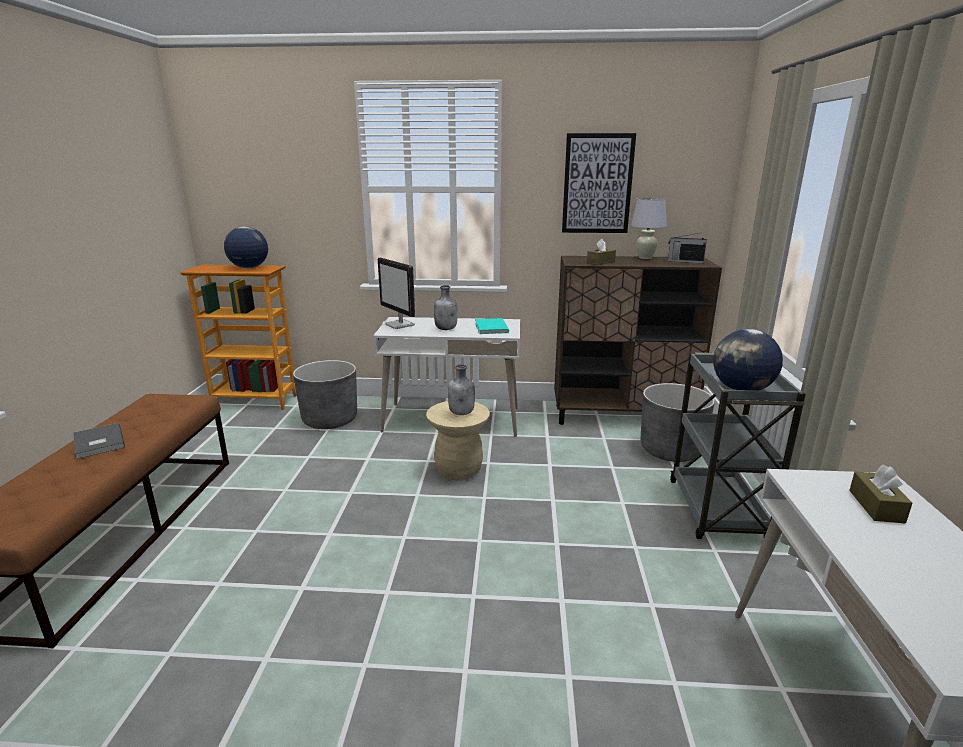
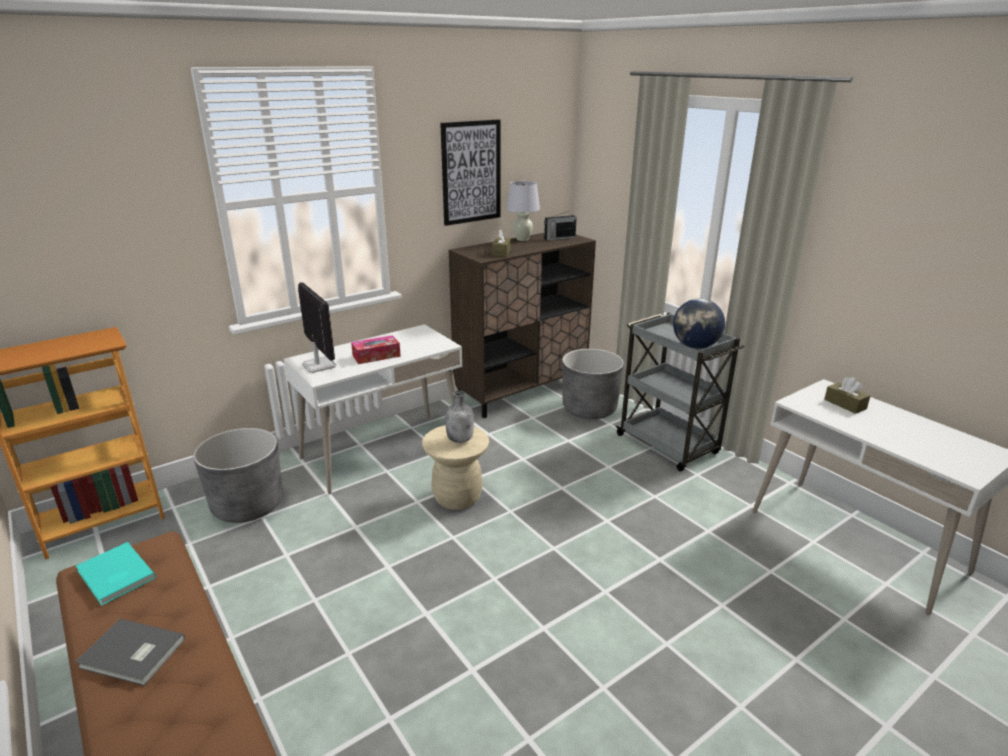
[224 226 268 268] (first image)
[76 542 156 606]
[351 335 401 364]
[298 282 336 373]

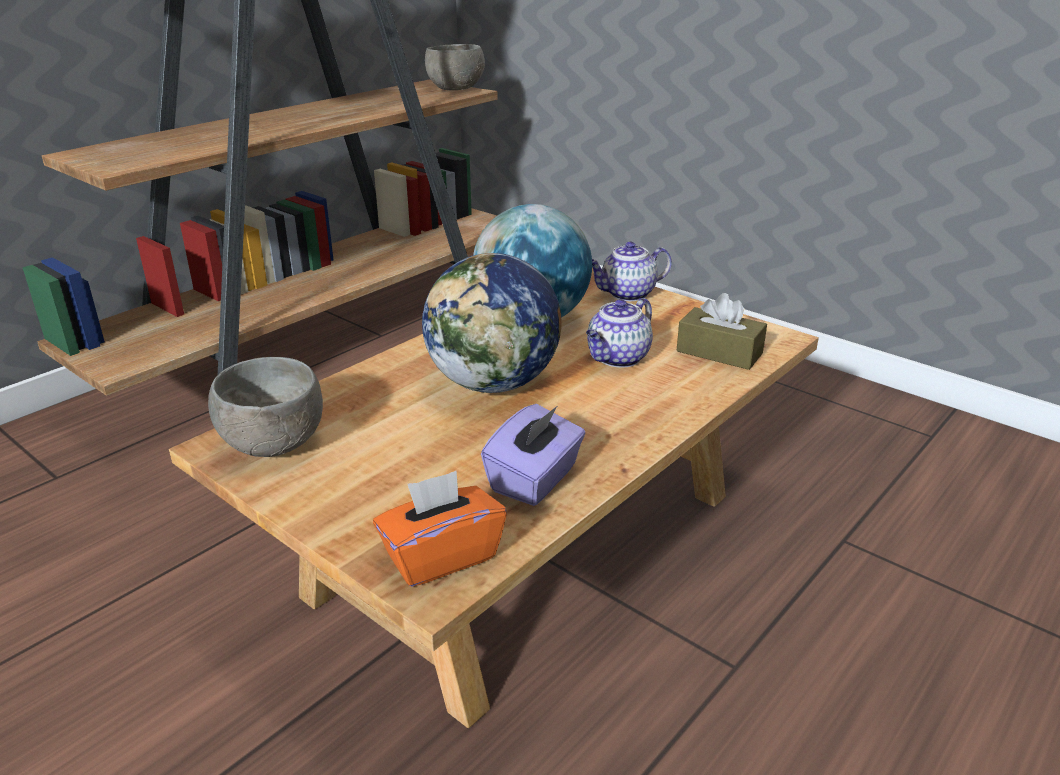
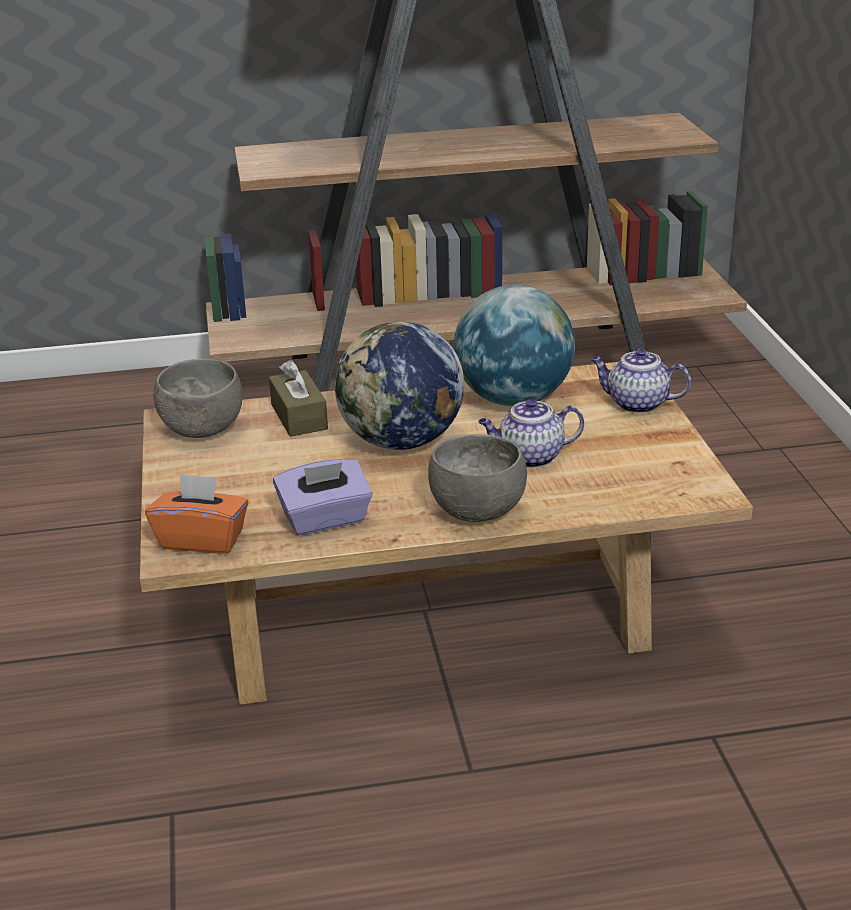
[428 434 527 522]
[269 360 328 437]

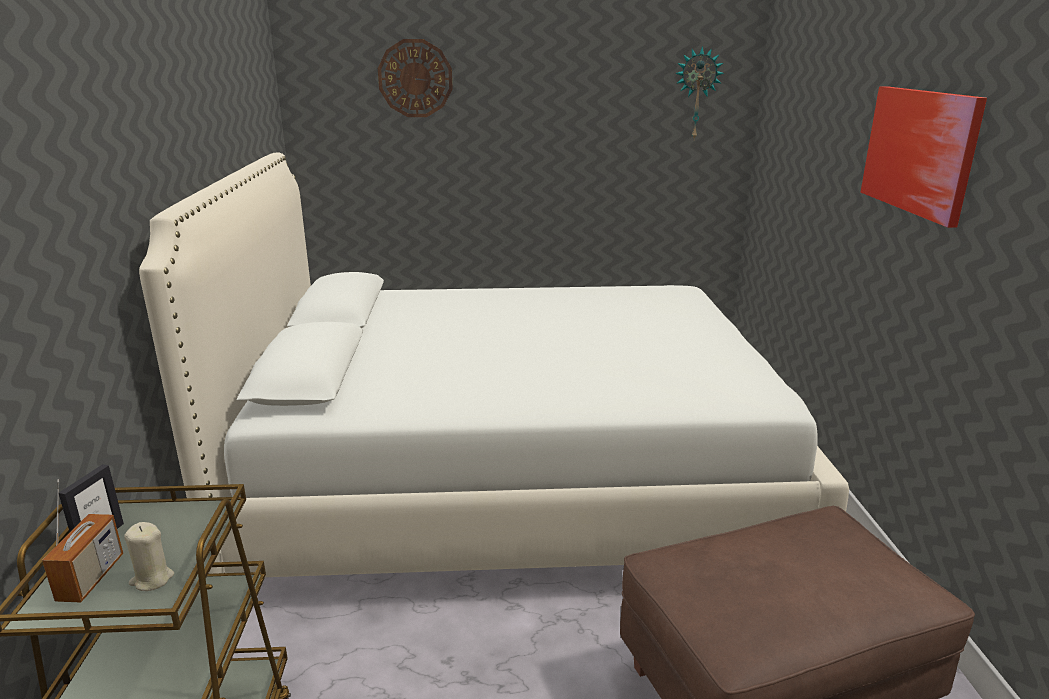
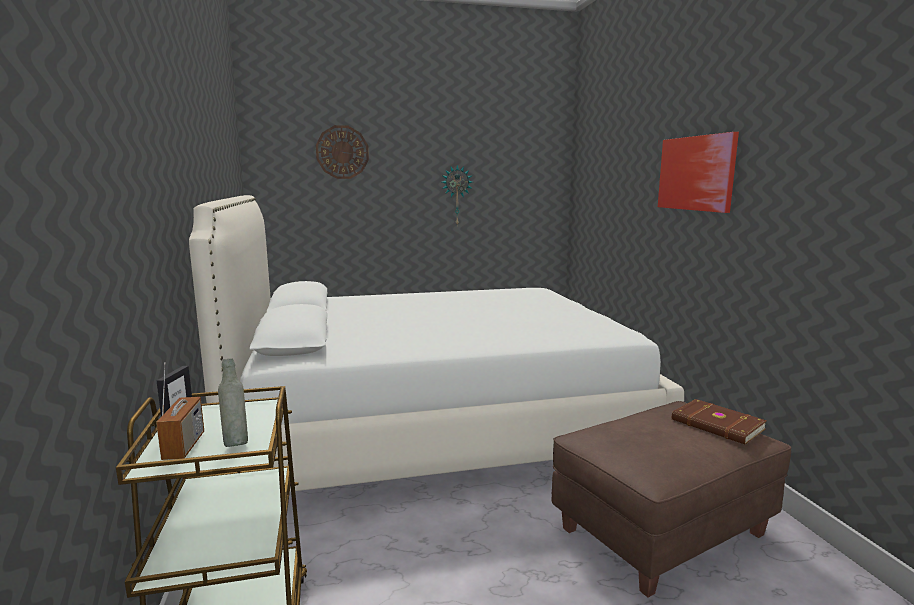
[672 399 767 445]
[442 165 472 225]
[218 359 248 447]

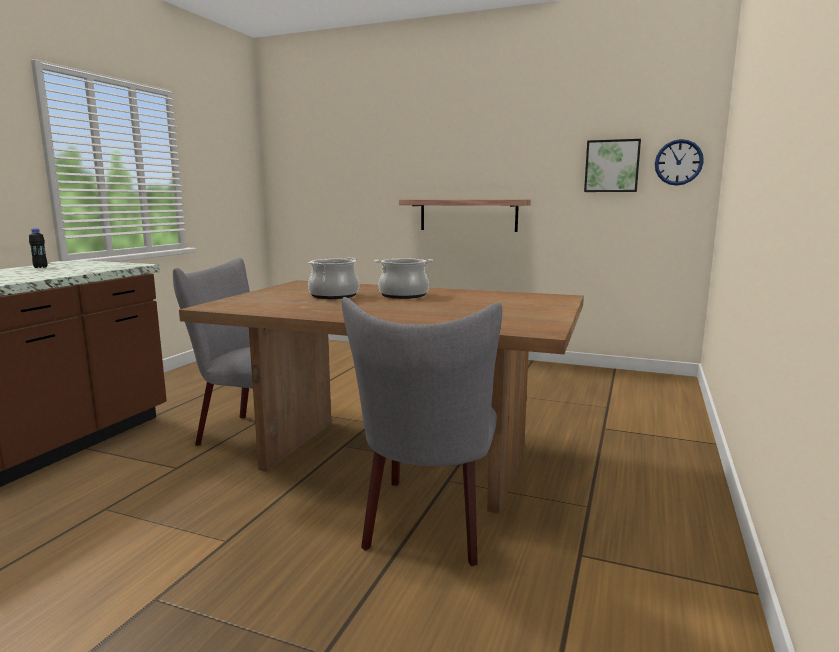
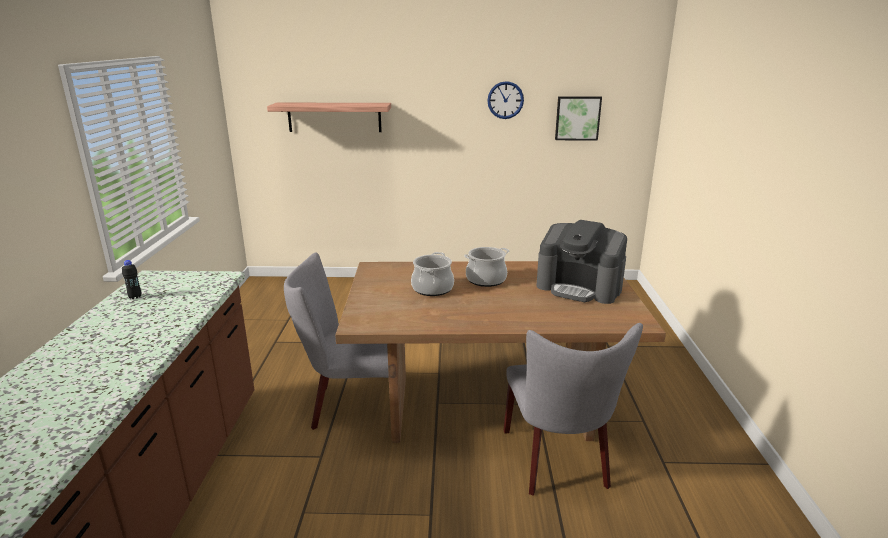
[536 220 627 304]
[267 103 391 132]
[487 81 524 119]

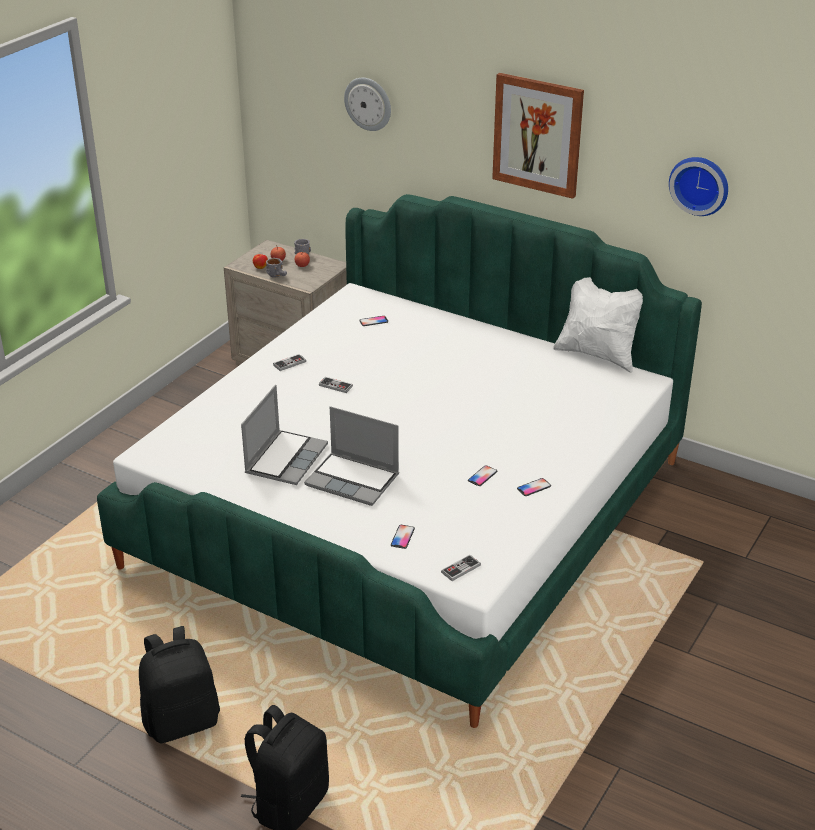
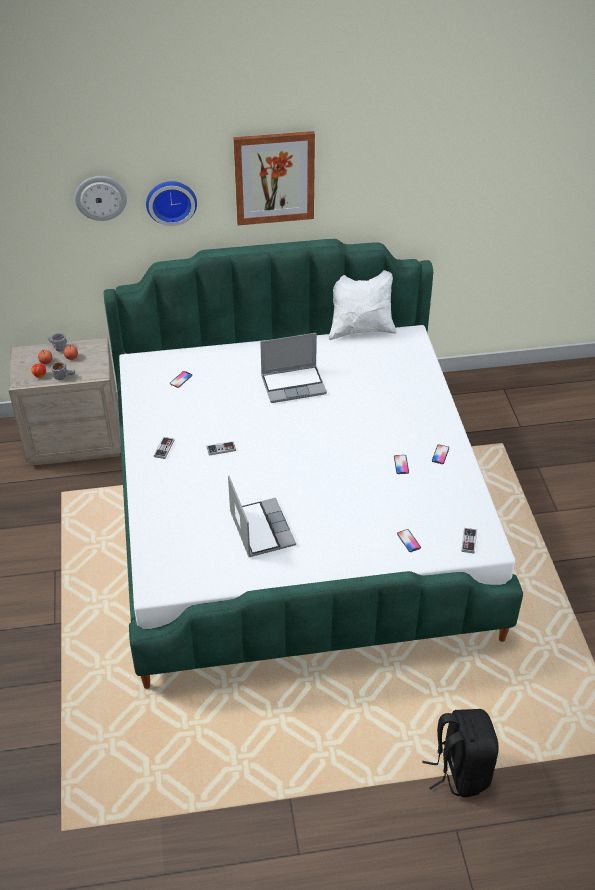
[139 626 220 743] (first image)
[260 333 327 403]
[146 181 197 226]

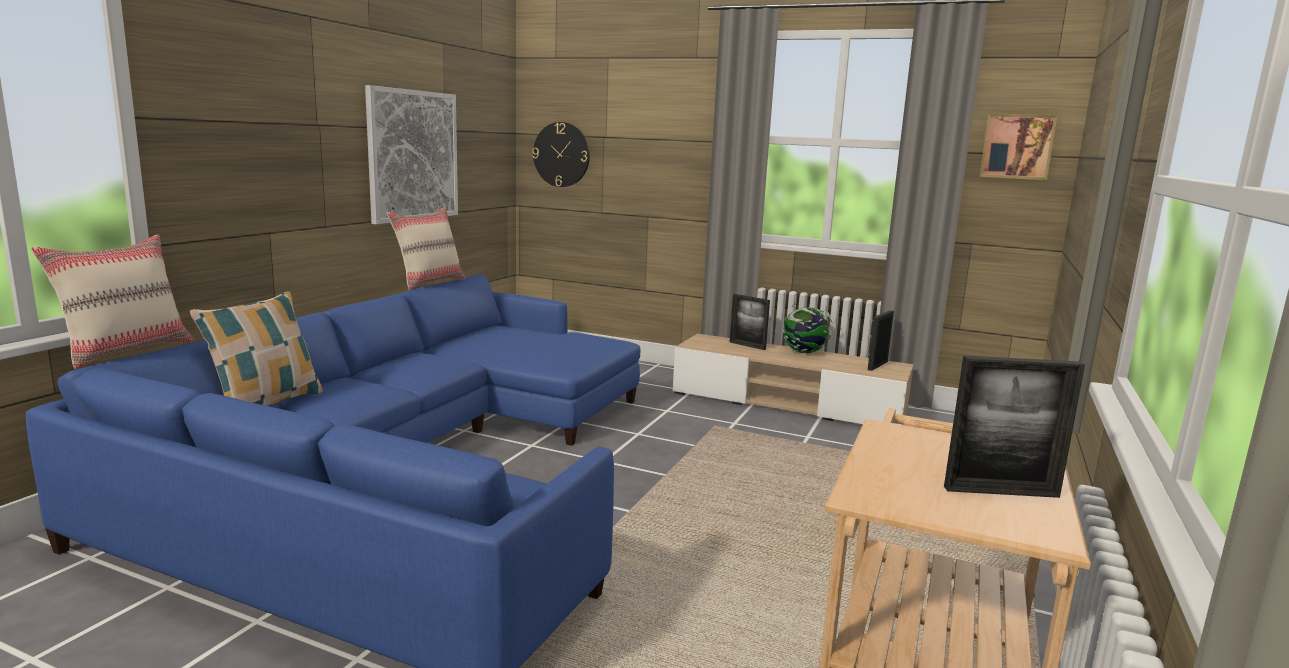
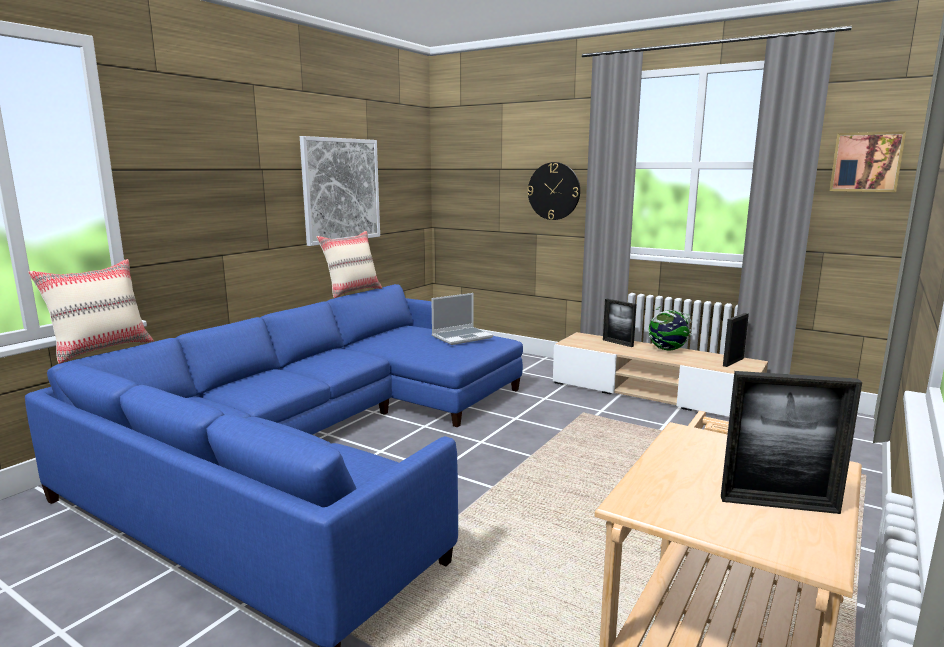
[190 291 323 406] (first image)
[431 293 493 345]
[527 162 580 220]

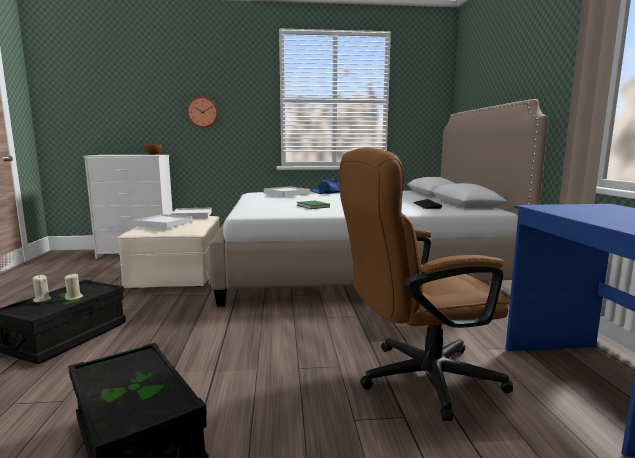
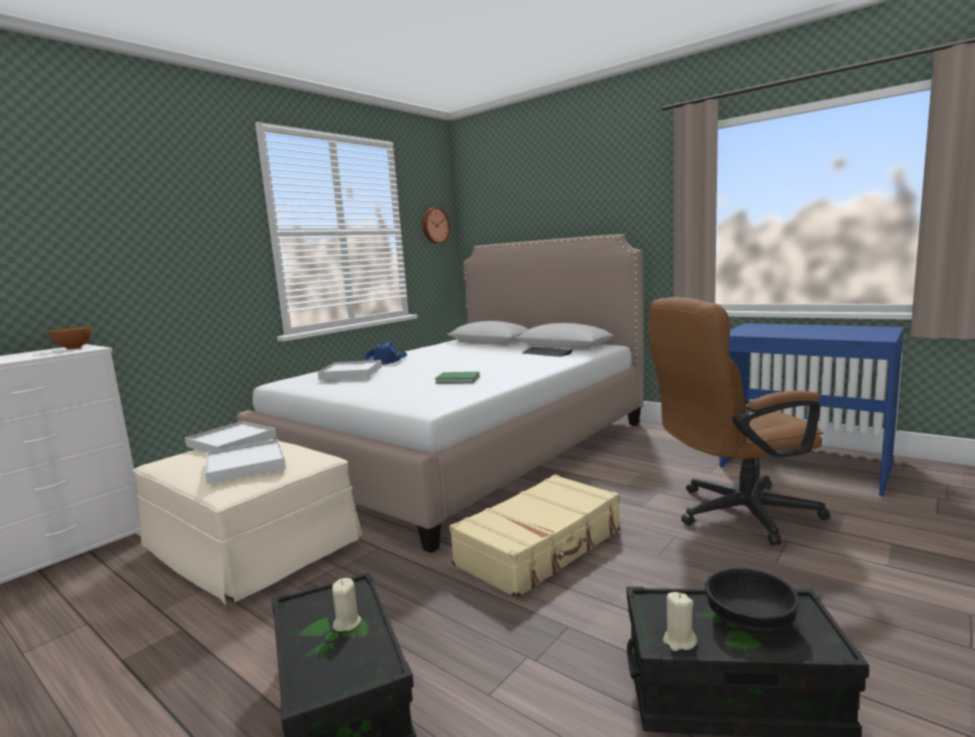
[449 474 620 599]
[705 568 799 631]
[663 592 697 651]
[423 207 450 244]
[648 297 830 545]

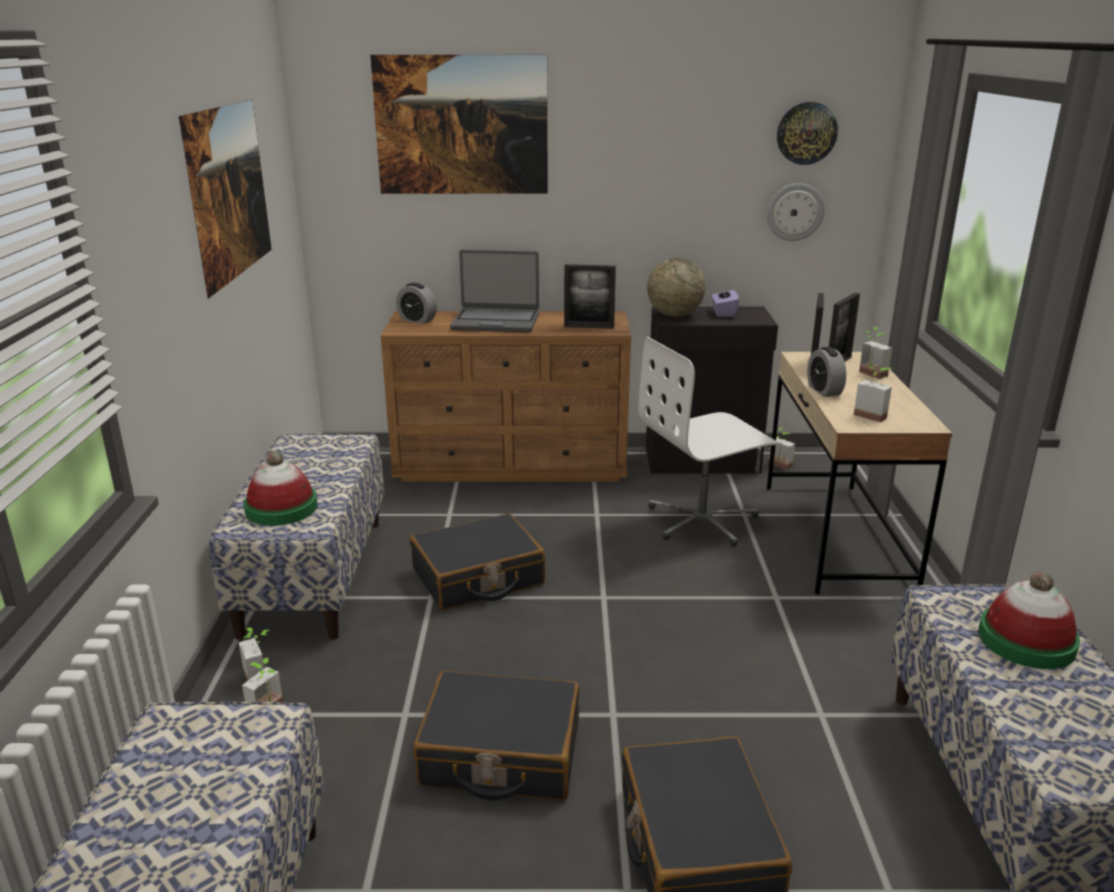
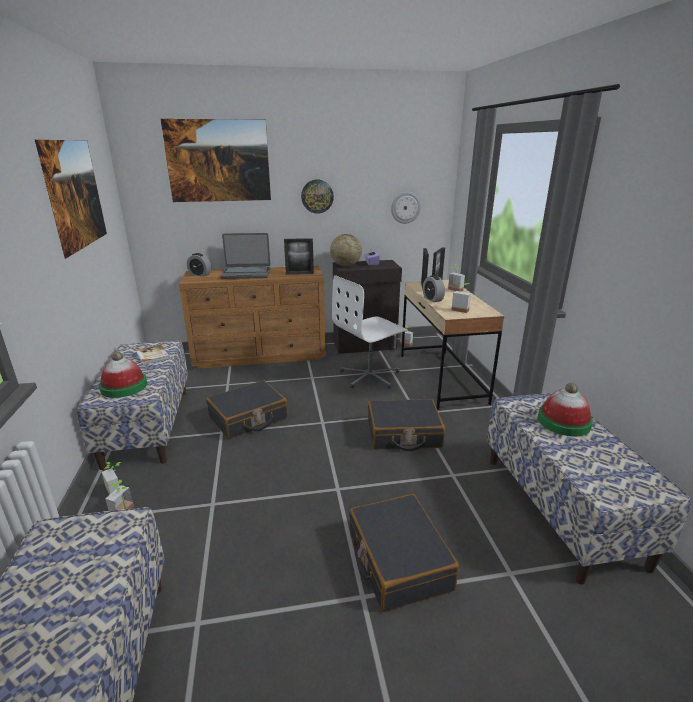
[136 345 170 365]
[368 399 445 451]
[301 180 334 214]

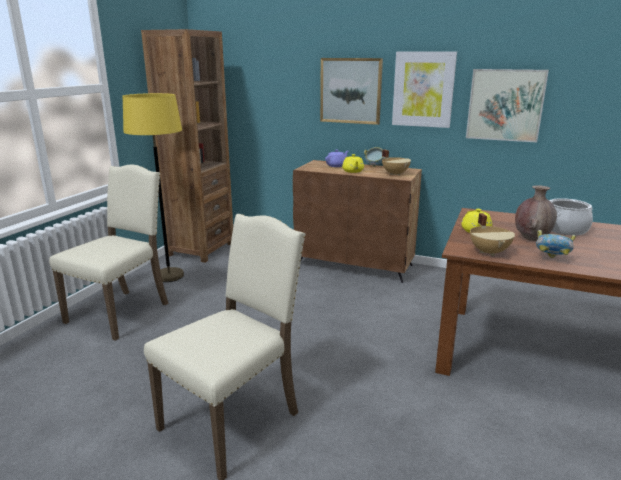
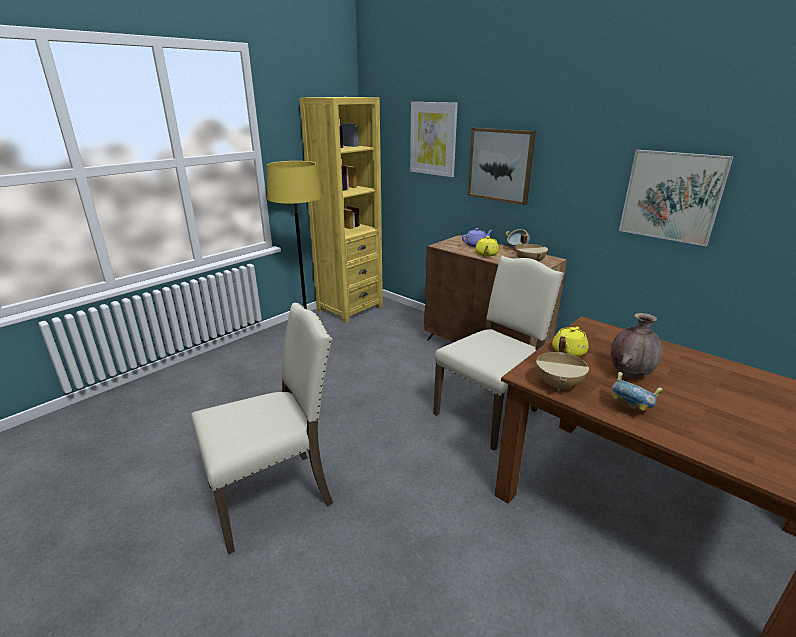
[550 198 593 235] (first image)
[433 256 564 451]
[410 102 458 177]
[299 97 383 323]

